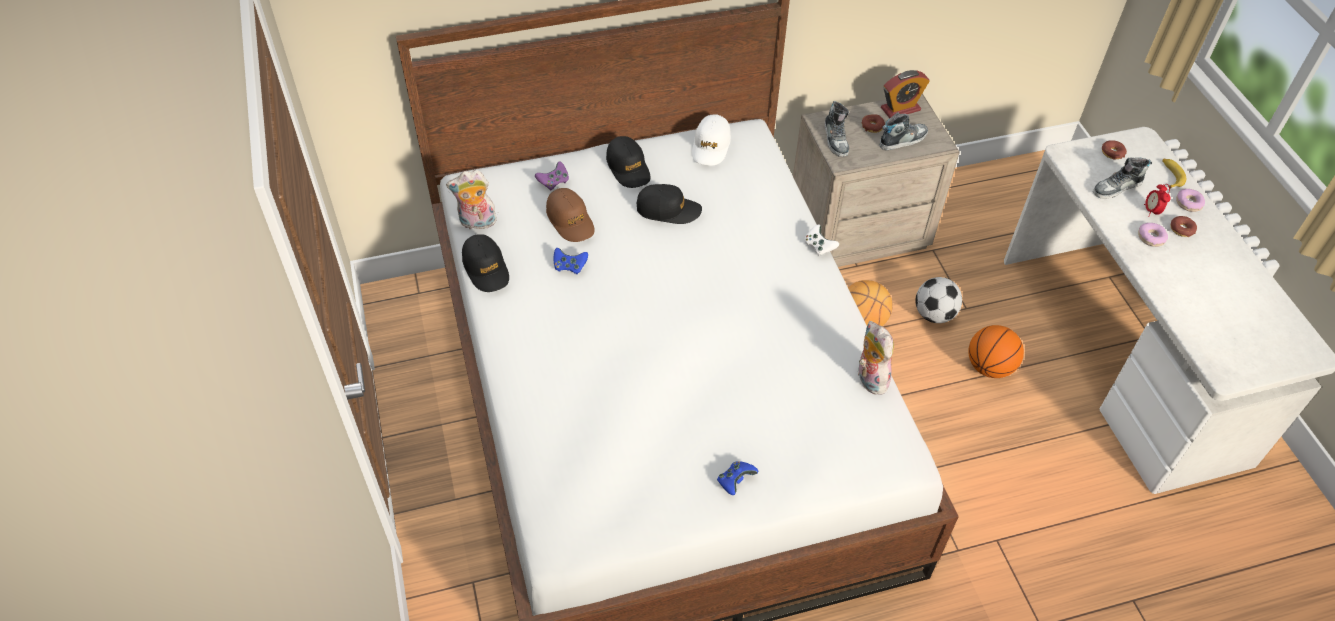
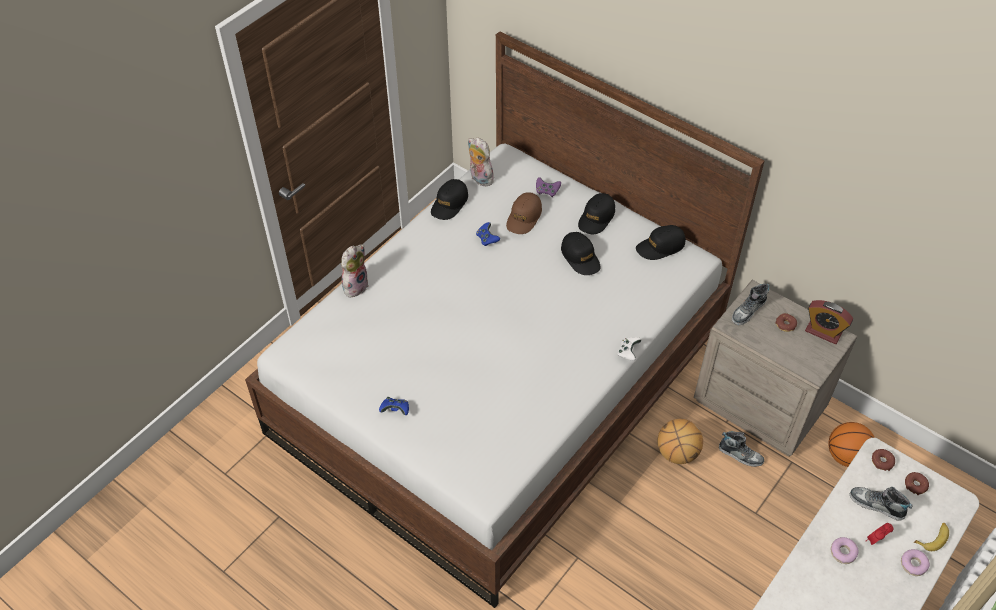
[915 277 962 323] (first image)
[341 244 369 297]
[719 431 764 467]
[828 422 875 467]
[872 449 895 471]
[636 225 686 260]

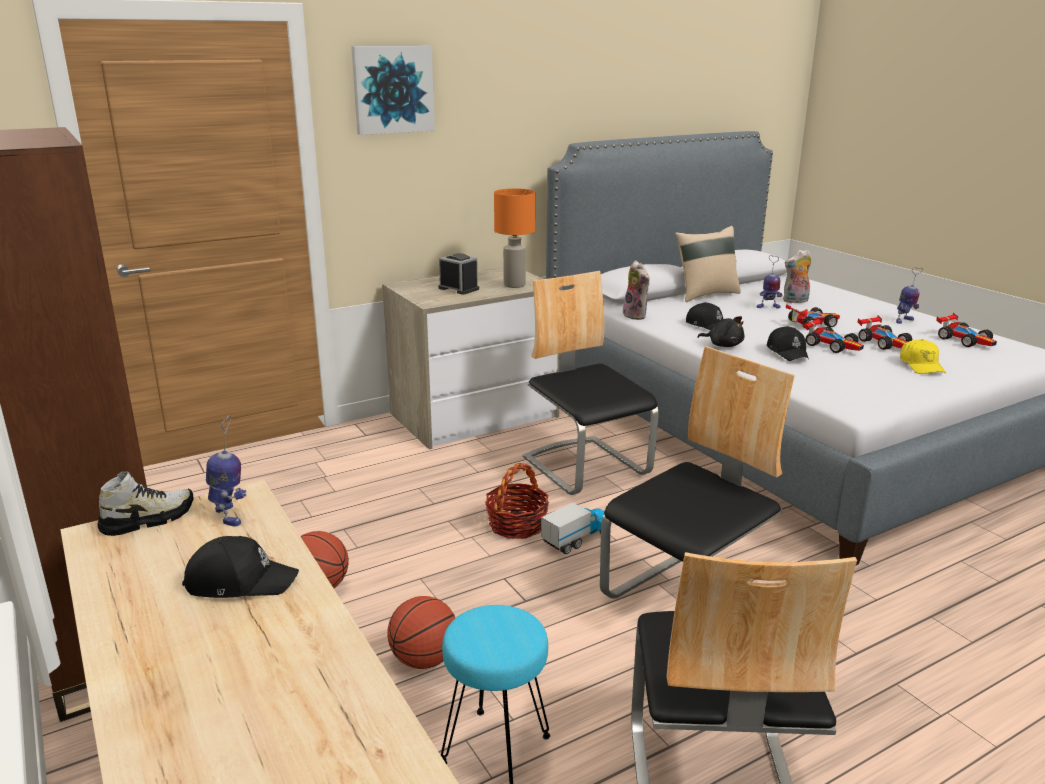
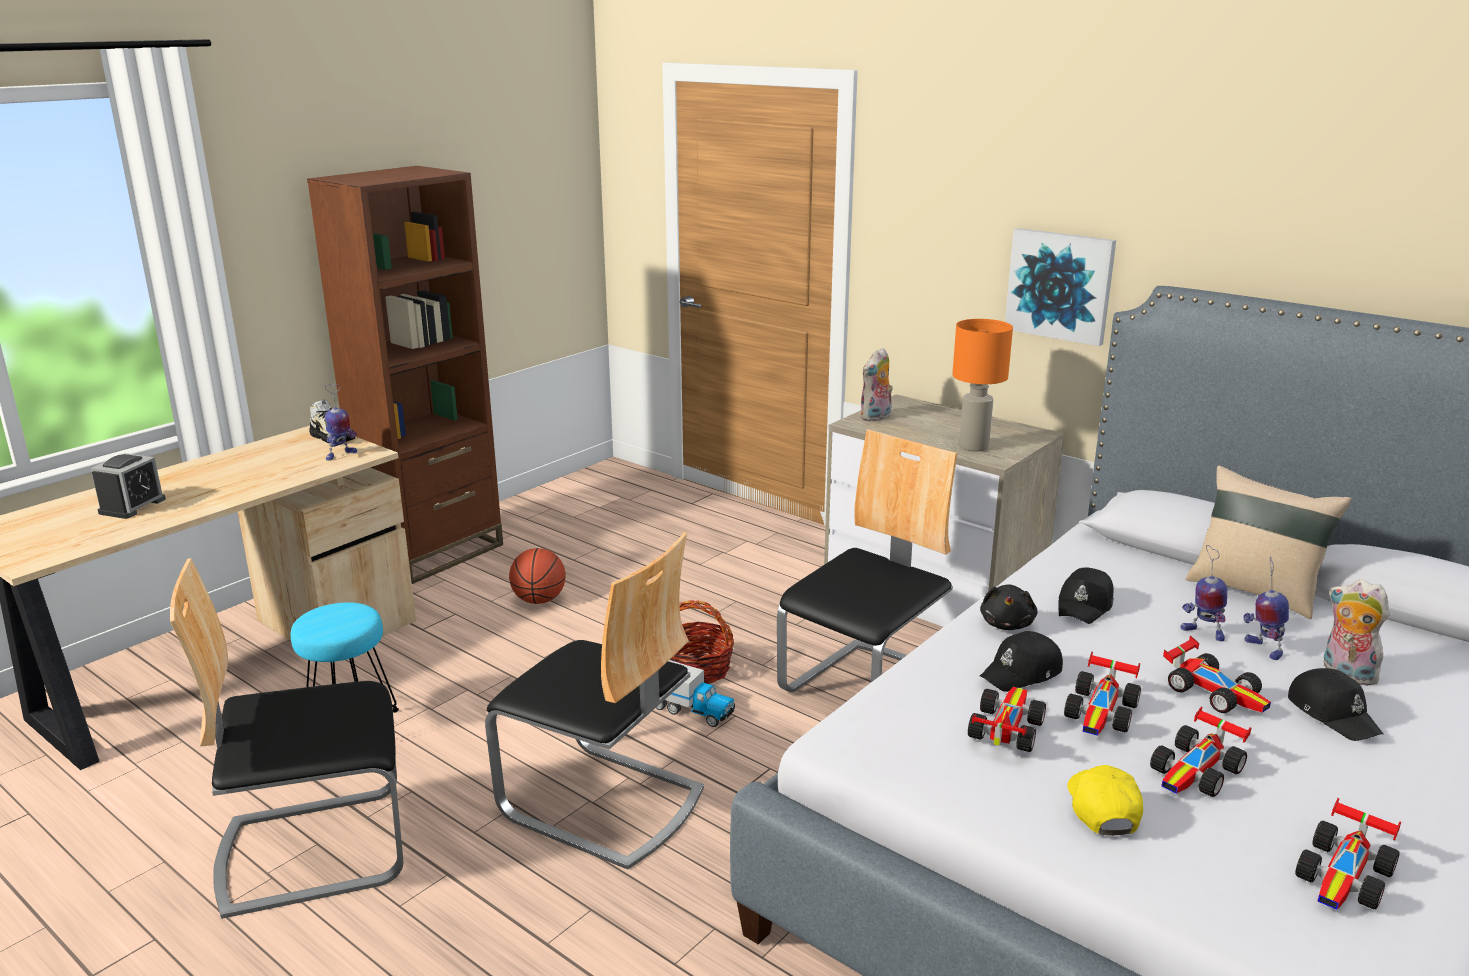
[387 596 455 669] (first image)
[968 687 1046 752]
[1288 668 1384 741]
[1005 228 1116 346]
[91 453 166 519]
[860 348 893 422]
[1180 545 1227 641]
[1067 765 1143 836]

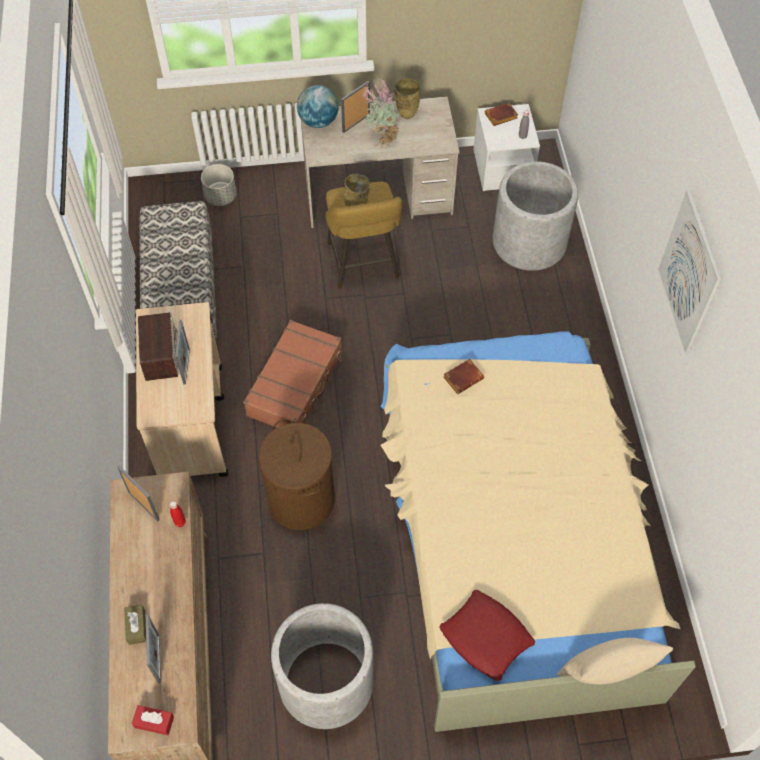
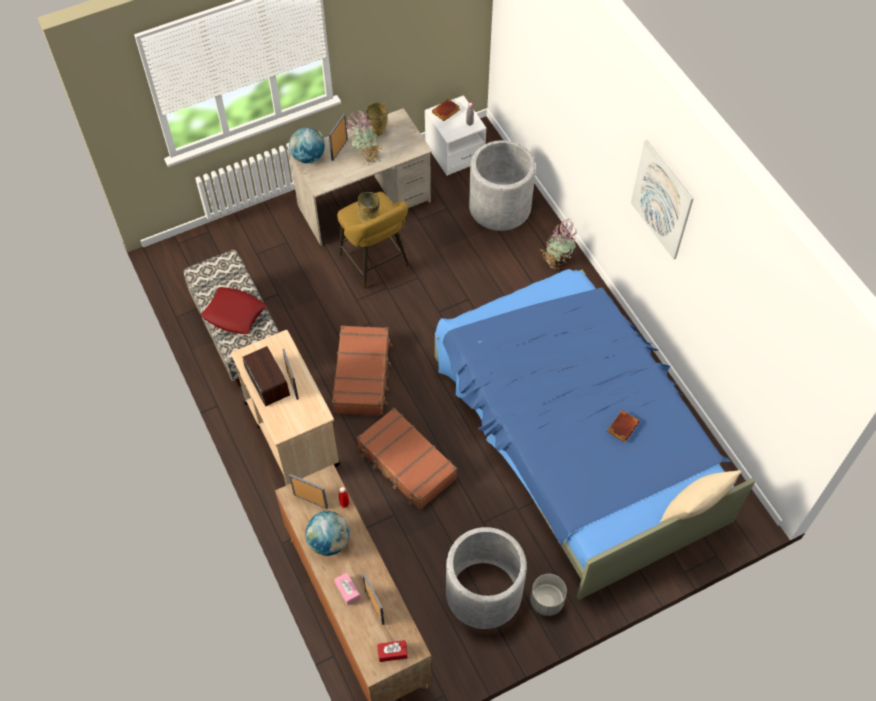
[305 511 350 556]
[540 218 577 269]
[530 574 567 616]
[201 287 267 334]
[607 410 640 442]
[357 408 457 510]
[334 572 360 606]
[435 269 755 600]

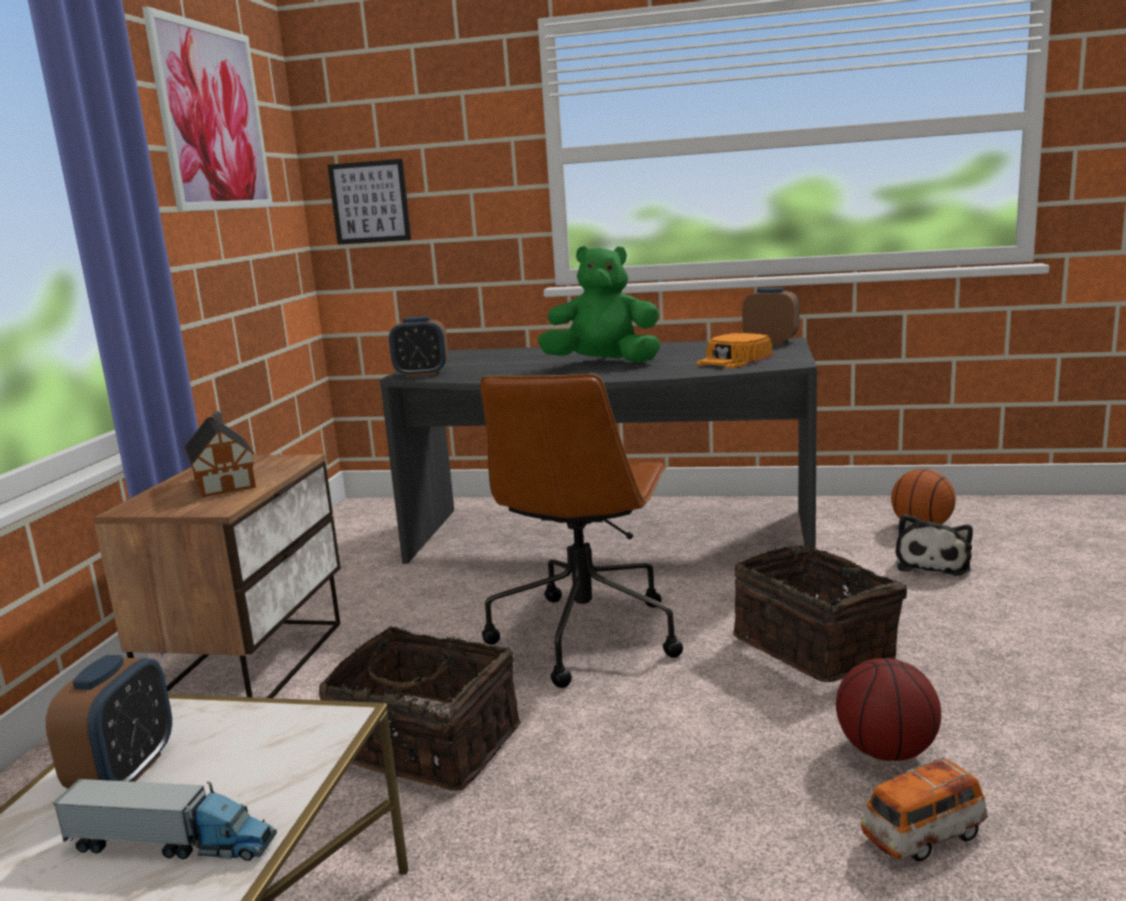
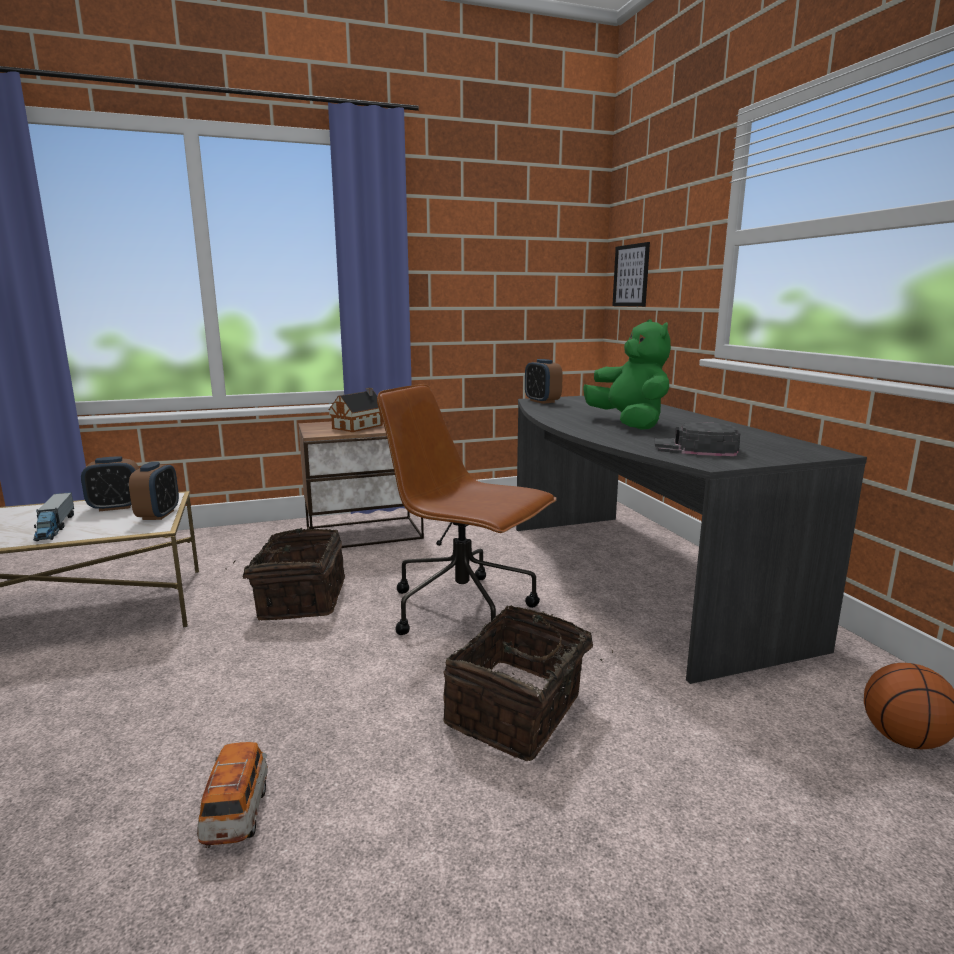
[142 6 273 211] (first image)
[836 658 941 761] (first image)
[896 514 973 576] (first image)
[129 462 179 520]
[655 422 740 456]
[377 384 557 635]
[197 742 268 848]

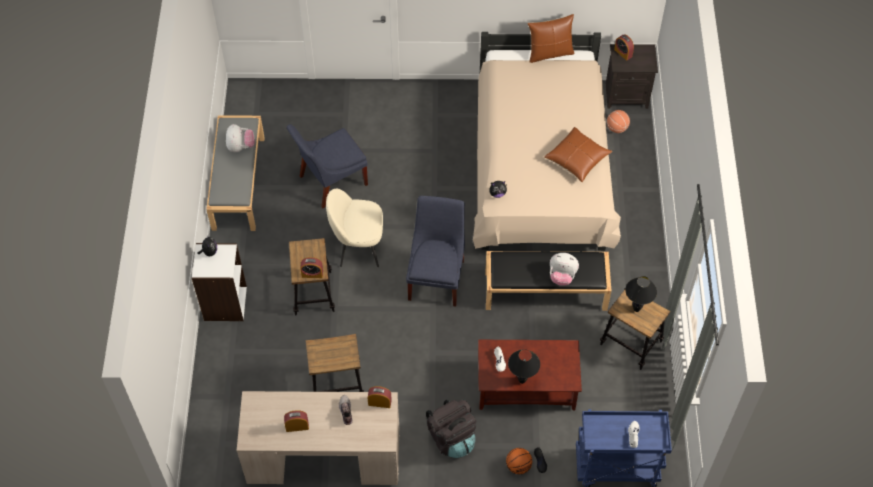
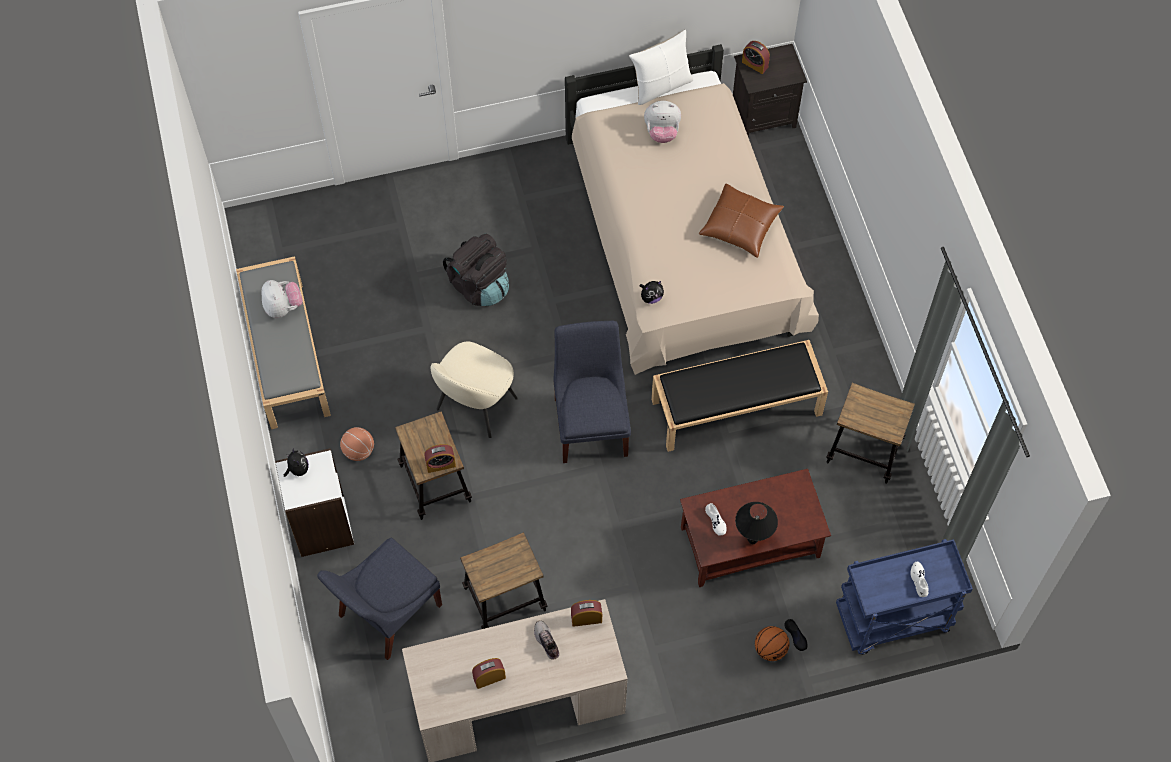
[625 276 657 312] (first image)
[317 538 442 660]
[443 234 509 306]
[644 101 681 143]
[340 427 374 461]
[629 30 693 105]
[431 342 518 438]

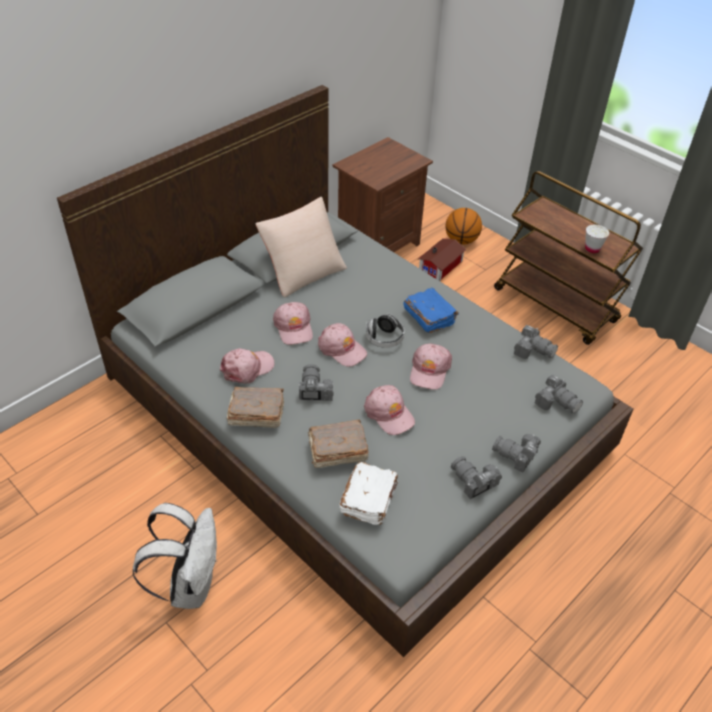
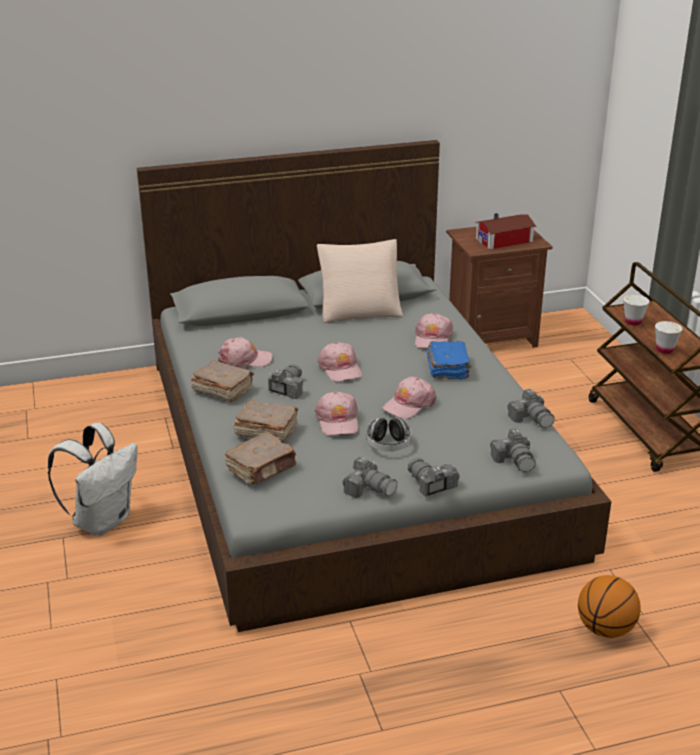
[623 294 649 325]
[415 313 453 348]
[366 418 411 452]
[475 213 536 250]
[578 575 641 638]
[225 432 296 485]
[342 457 397 498]

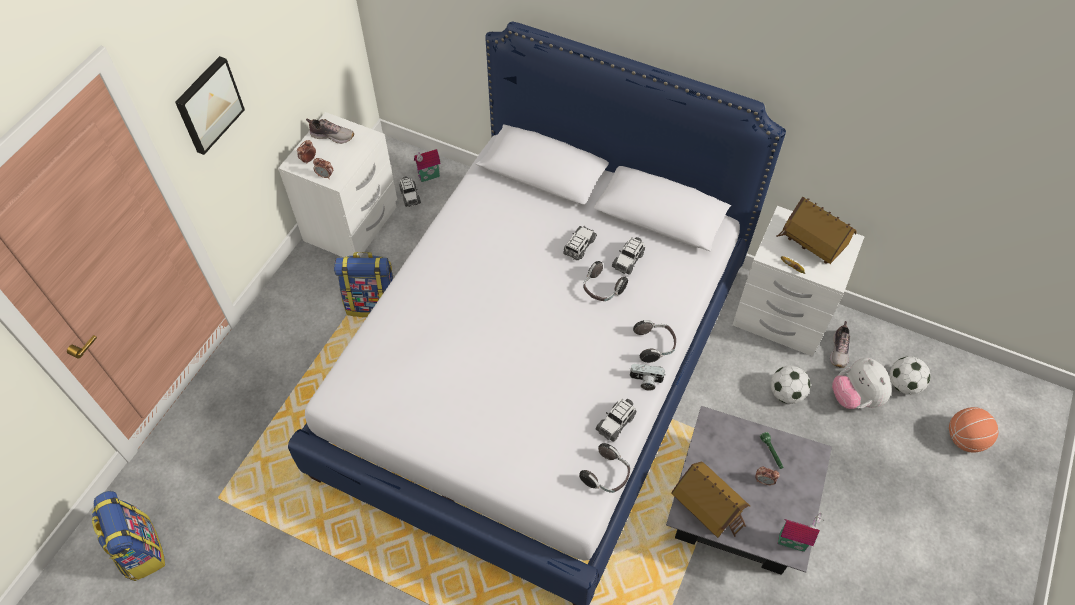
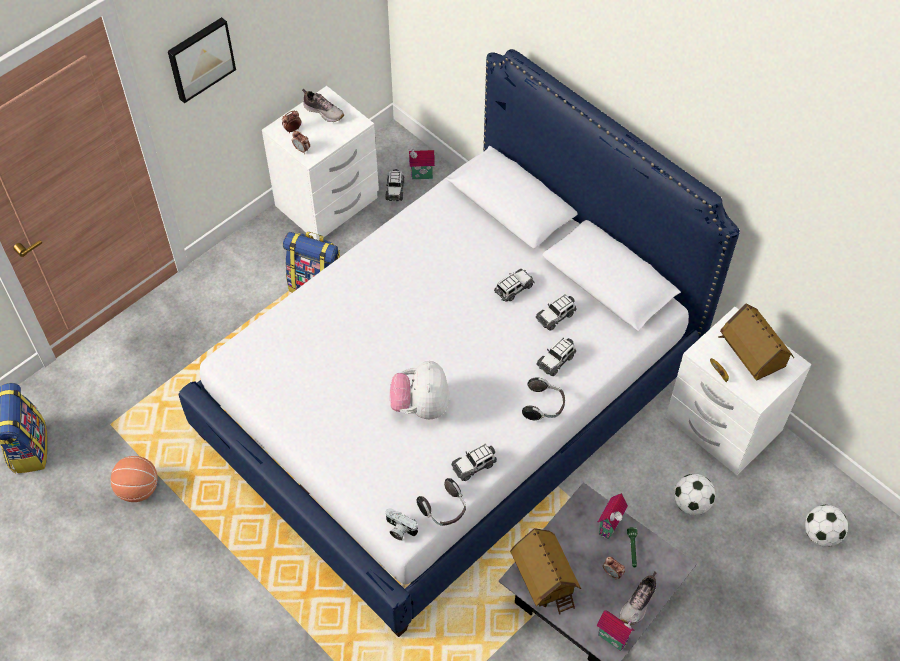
[583 261 628 301] (first image)
[536 337 576 376]
[597 493 628 539]
[386 508 418 541]
[620 571 657 625]
[390 361 450 419]
[111 456 158 502]

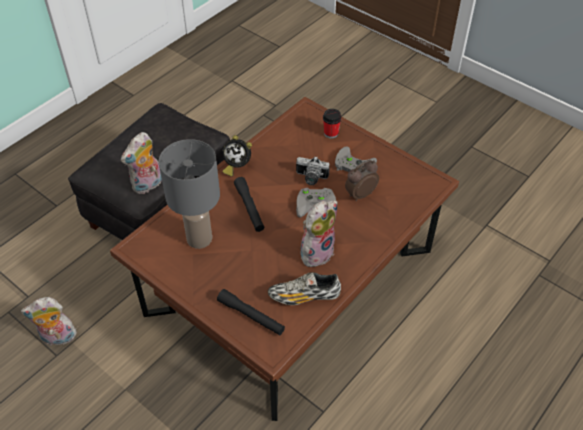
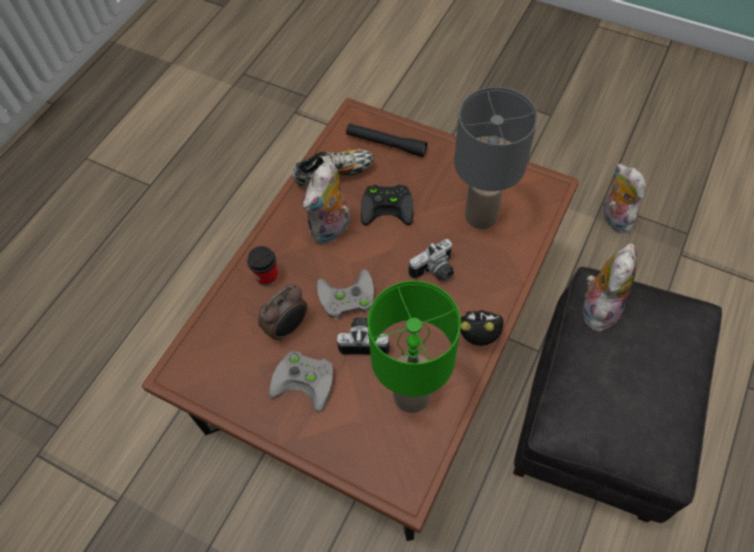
[361 185 413 226]
[367 281 461 413]
[247 246 278 287]
[409 239 454 282]
[603 164 646 233]

